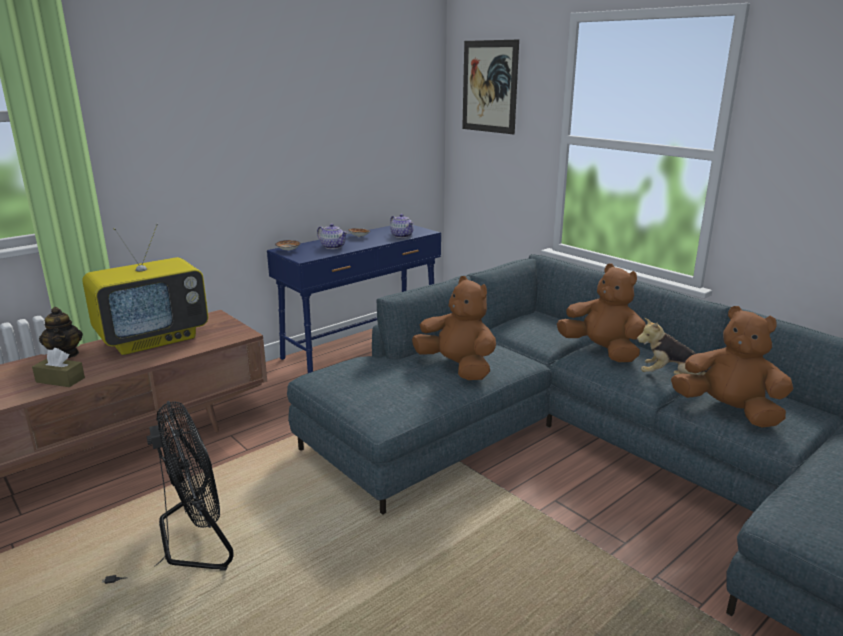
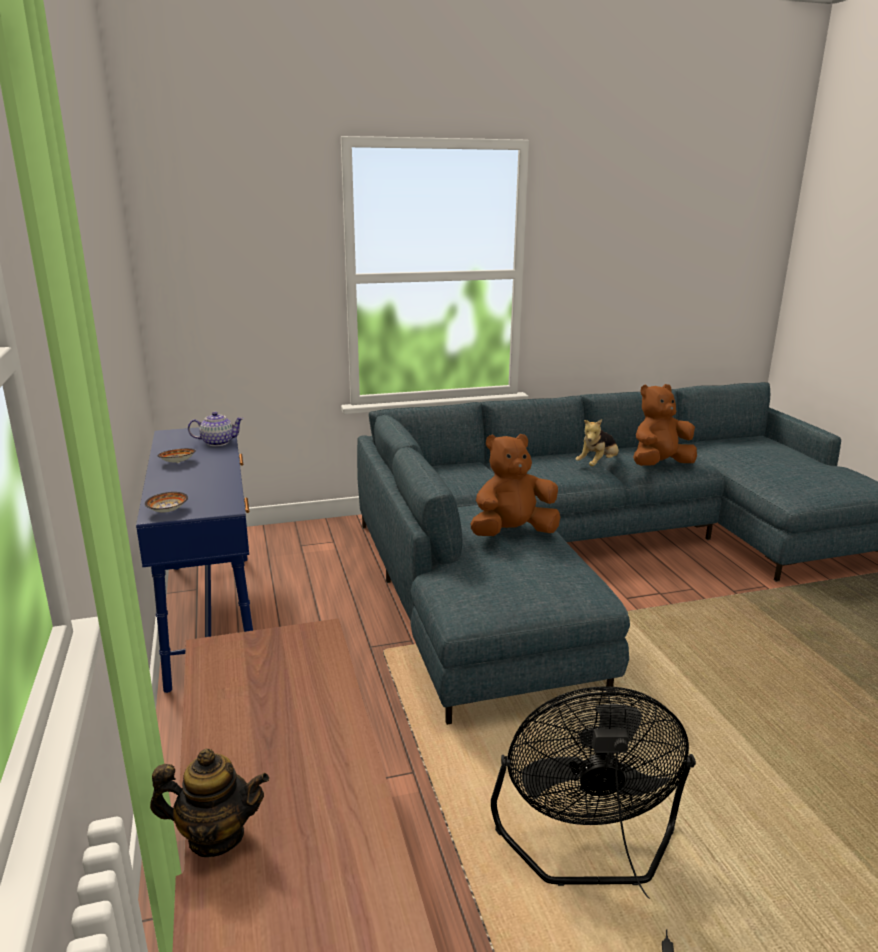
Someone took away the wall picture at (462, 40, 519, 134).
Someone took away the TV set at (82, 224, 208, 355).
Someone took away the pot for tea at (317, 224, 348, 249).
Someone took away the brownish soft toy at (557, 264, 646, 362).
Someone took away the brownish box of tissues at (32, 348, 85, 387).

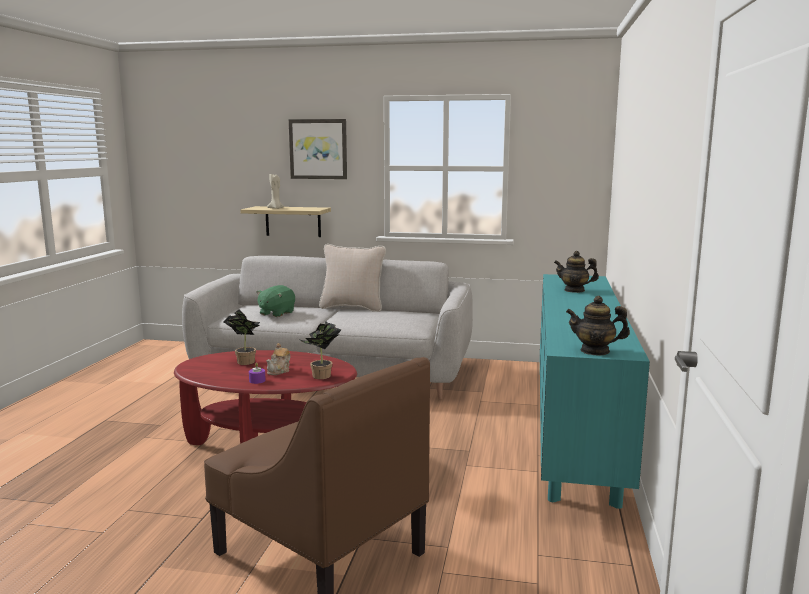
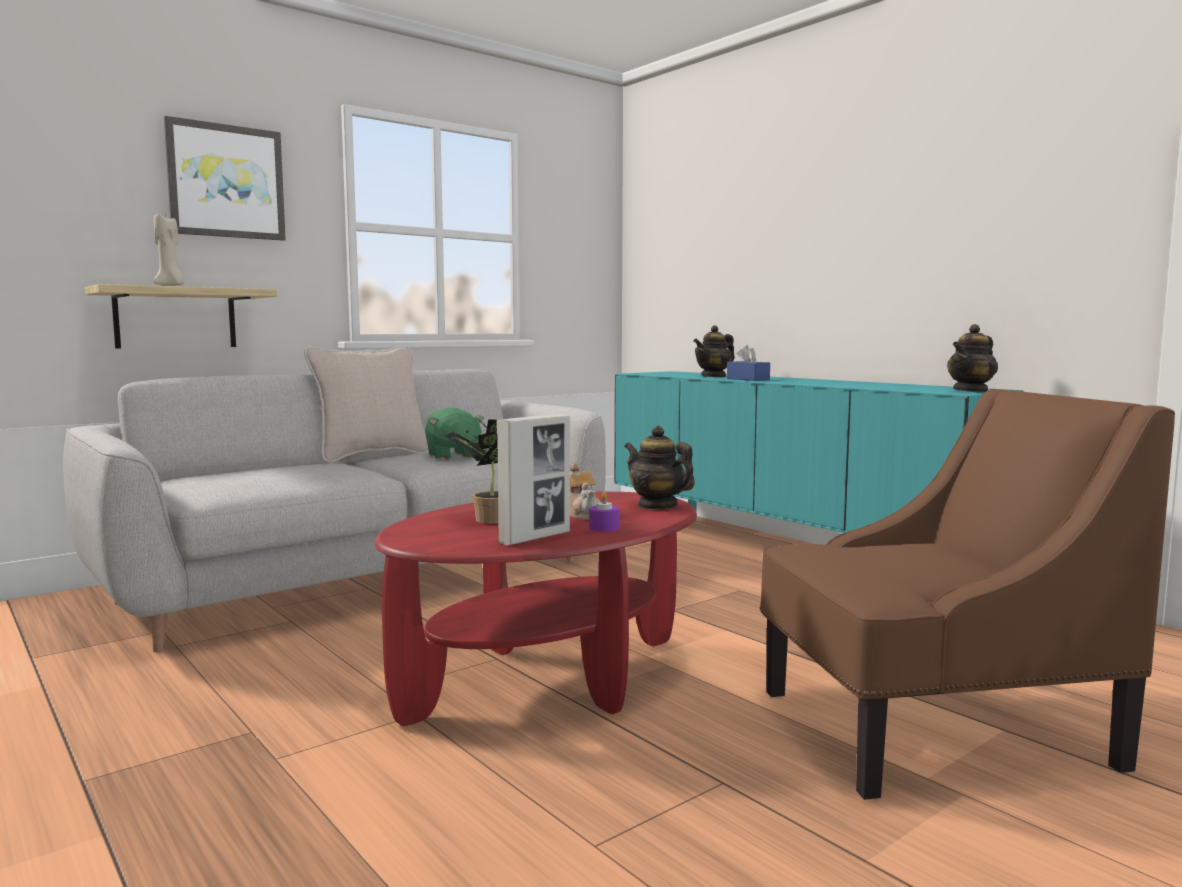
Someone carried the green-coloured soft toy from (257, 285, 295, 317) to (425, 408, 484, 460).
Someone swapped the plant in a pot at (300, 322, 341, 379) for the pot for tea at (624, 426, 695, 510).
Someone put down the blue box of tissues at (727, 345, 770, 381).
Someone put down the photo frame at (497, 414, 570, 546).

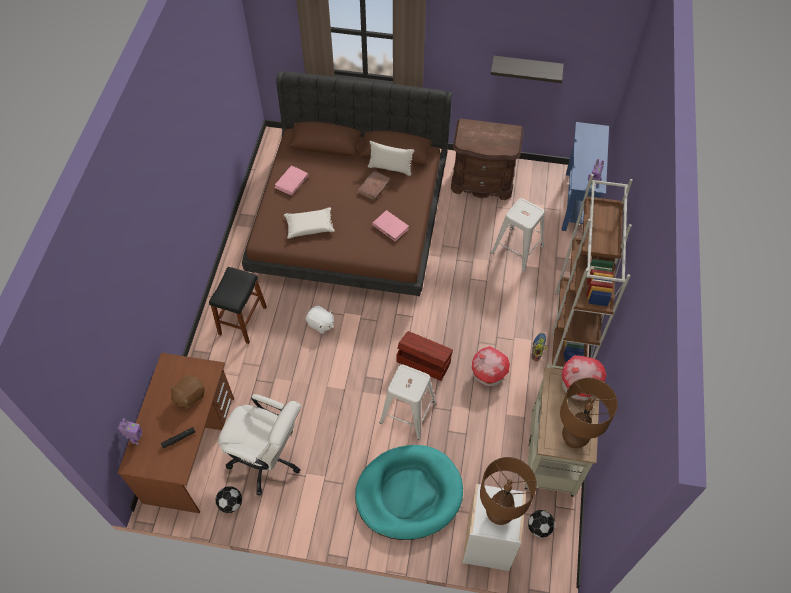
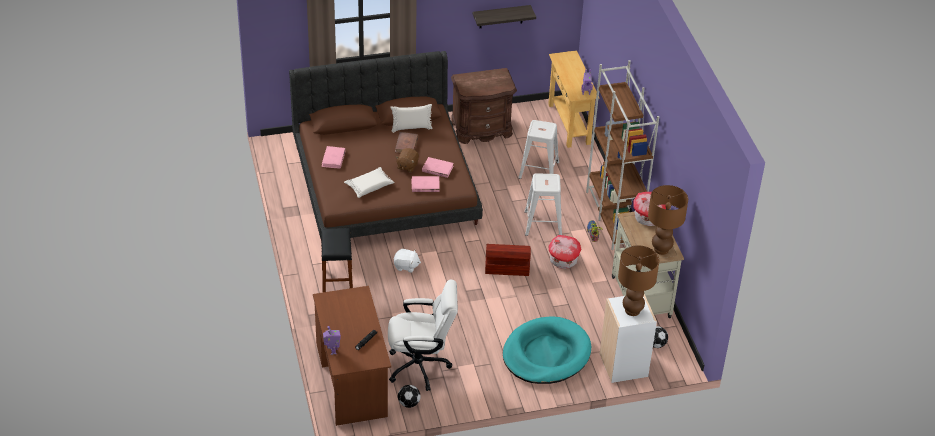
Someone repainted the blue console table at (562, 122, 609, 231), which became the beige-coloured console table at (548, 50, 599, 148).
Someone carried the white sitting stool from (379, 365, 437, 439) to (524, 173, 562, 236).
Someone carried the brownish soft toy from (170, 375, 205, 409) to (396, 148, 419, 172).
Someone put down the pink-coloured book at (411, 176, 440, 192).

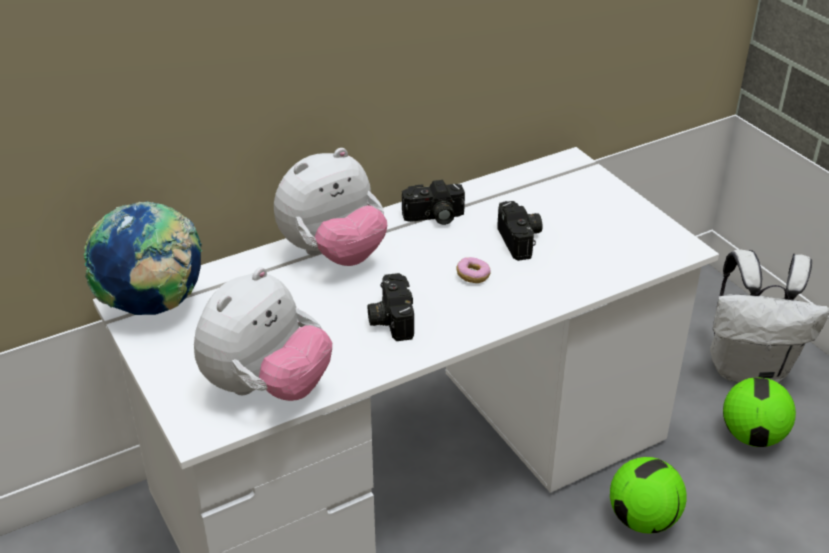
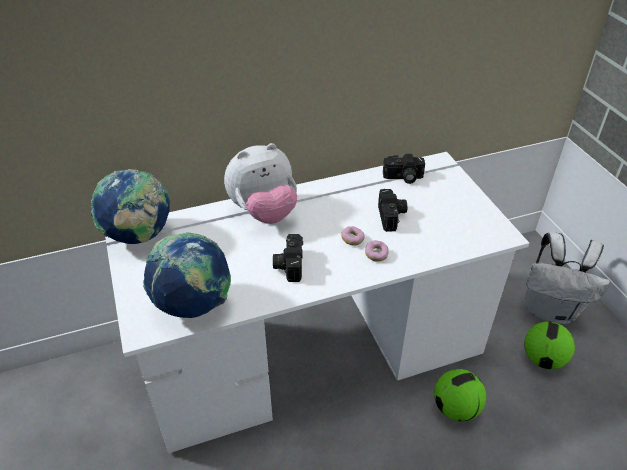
Someone carried the photo camera from (402, 180, 465, 225) to (383, 154, 425, 184).
Someone swapped the soft toy at (194, 267, 332, 401) for the world globe at (143, 232, 231, 318).
Someone put down the donut at (365, 240, 388, 262).

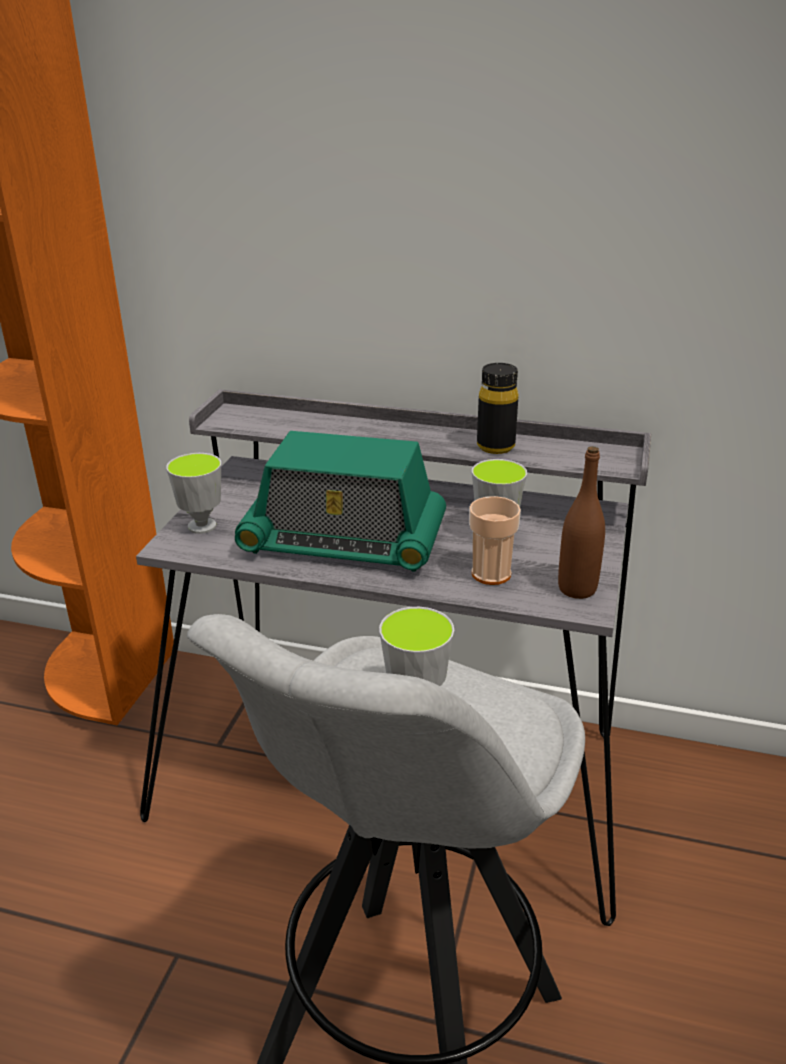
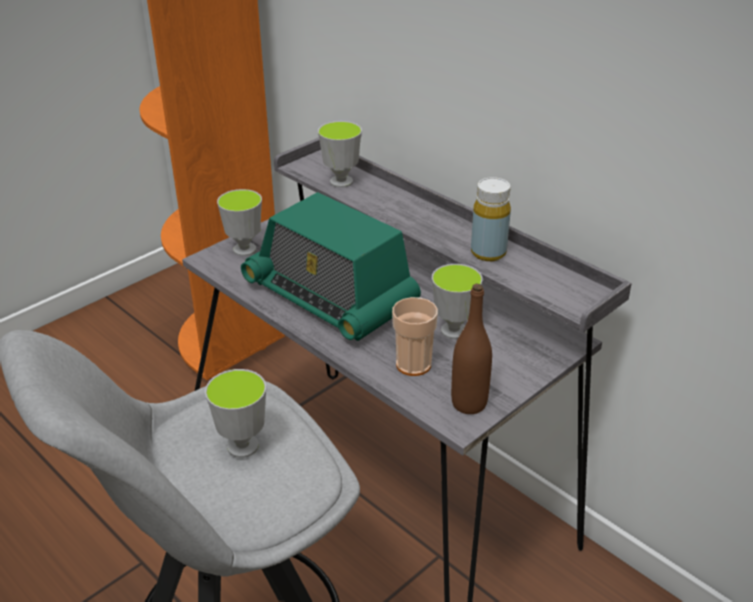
Someone repainted the black-coloured beverage bottle at (477, 363, 518, 454), which became the yellow beverage bottle at (471, 177, 511, 261).
Someone put down the drinking cup at (318, 121, 362, 188).

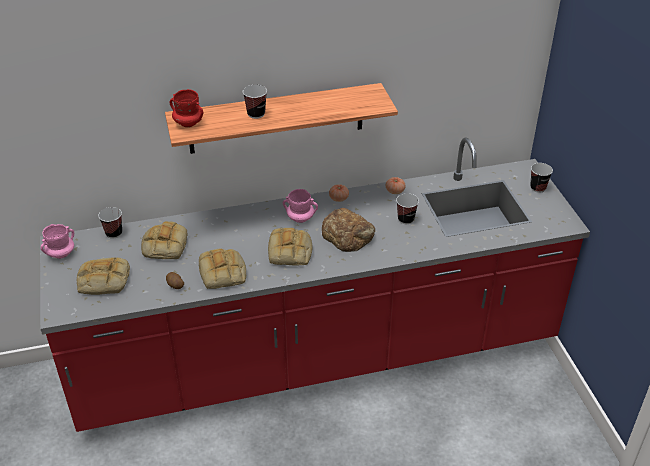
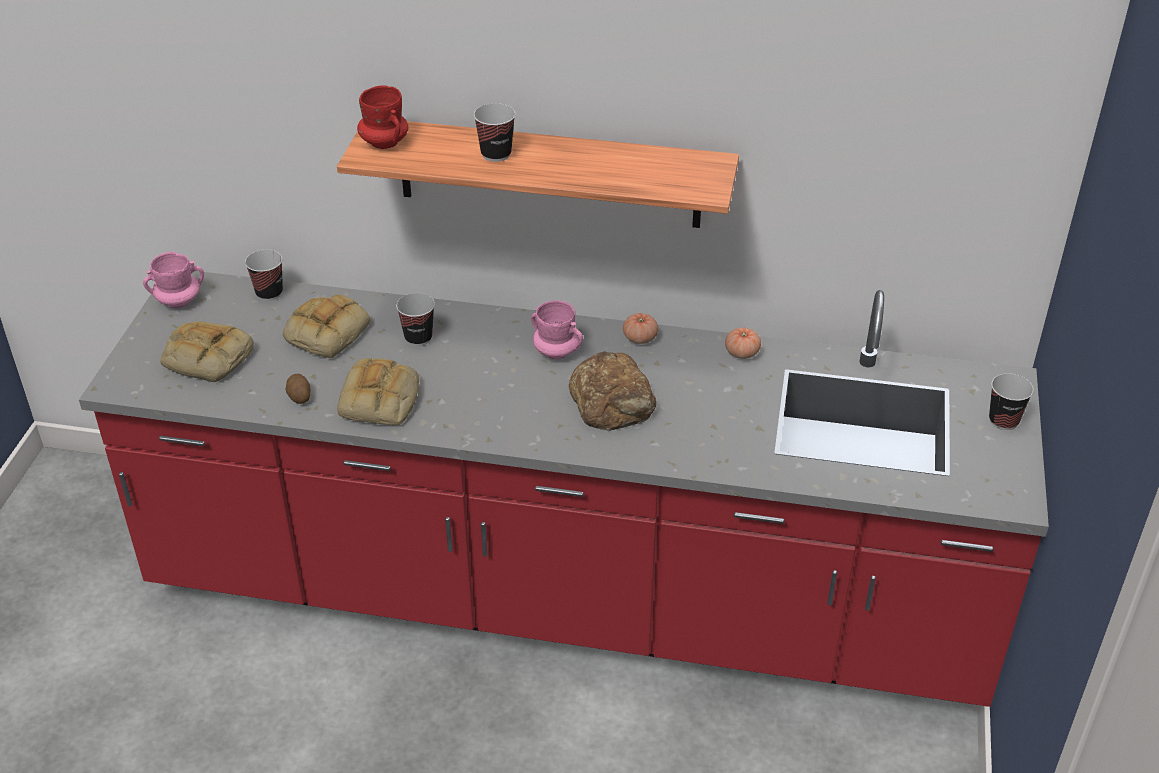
Someone carried the drinking cup from (396, 193, 419, 224) to (396, 293, 435, 346).
Someone took away the bakery bread at (268, 228, 313, 265).

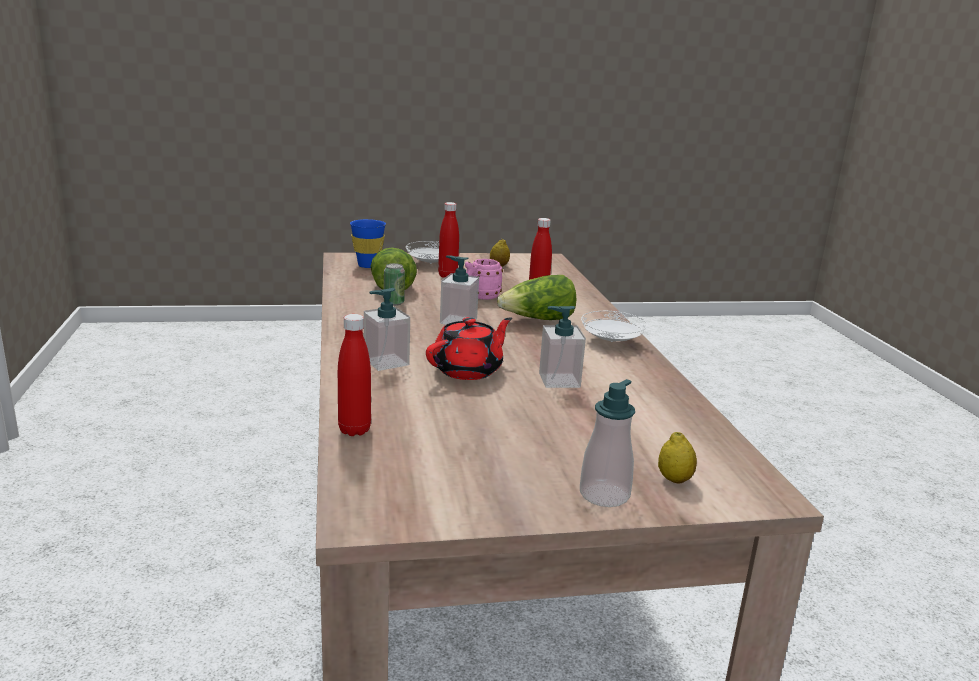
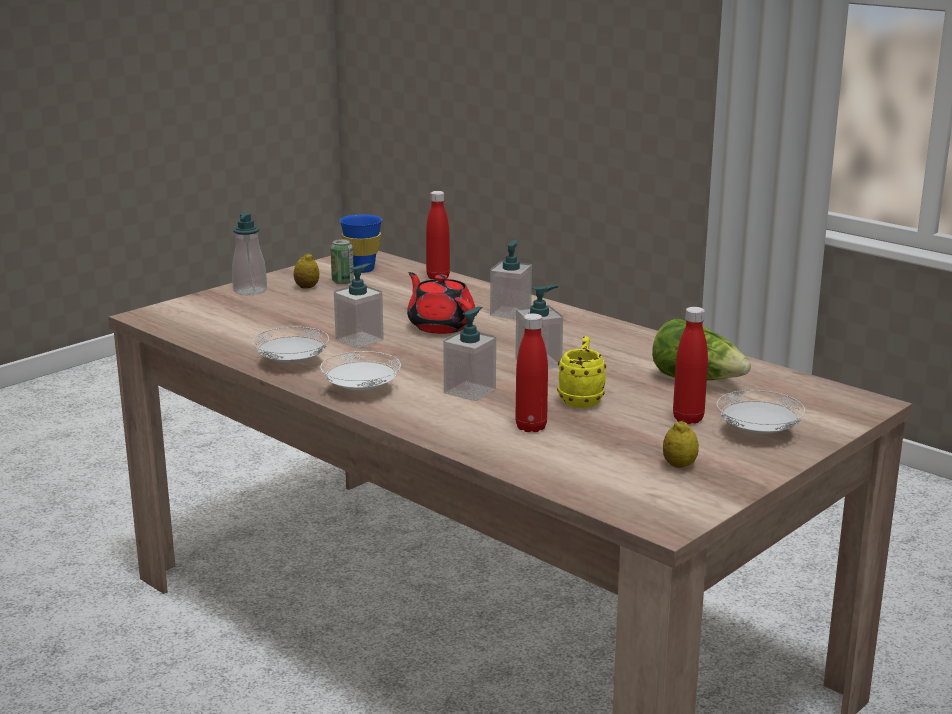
Someone carried the blue drinking cup from (350, 219, 386, 268) to (340, 214, 382, 273).
Someone repainted the pink-coloured mug at (465, 259, 503, 300), which became the yellow mug at (557, 336, 606, 408).
Someone carried the sealed can from (384, 263, 405, 306) to (331, 239, 354, 284).
Someone swapped the lettuce at (497, 275, 577, 320) for the soap dispenser at (443, 307, 496, 401).
Someone rotated the red pot for tea at (426, 317, 512, 380) by 135 degrees clockwise.
Someone carried the citrus fruit from (658, 432, 697, 484) to (294, 253, 319, 289).
Someone put down the white dinner plate at (252, 327, 329, 364).

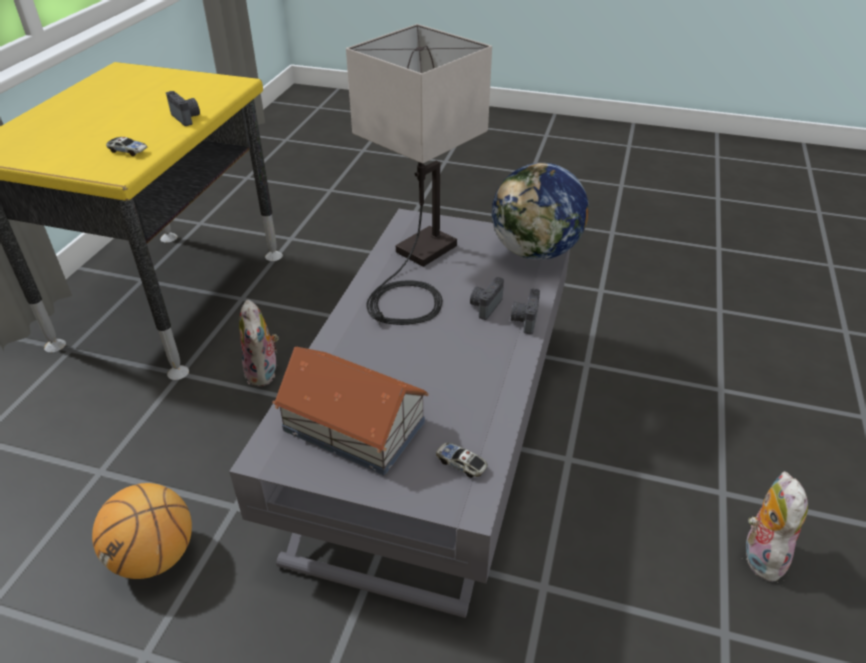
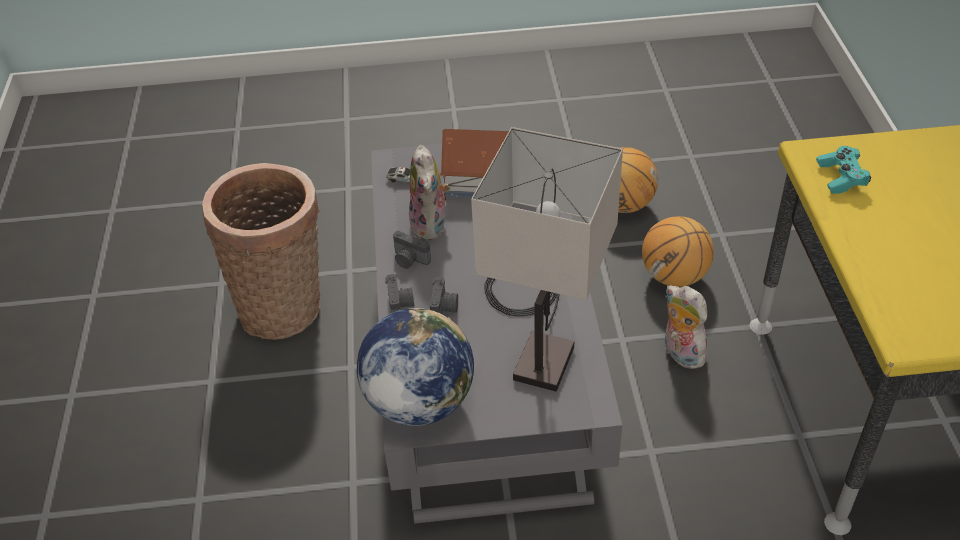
Someone carried the photo camera from (166, 91, 200, 126) to (393, 231, 431, 269).
Someone swapped the toy car at (106, 137, 147, 156) for the turquoise gamepad at (816, 146, 872, 194).
Someone carried the soft toy from (741, 471, 808, 586) to (409, 145, 450, 241).
Someone put down the household basket at (202, 163, 320, 340).
Someone put down the ball for basketball at (642, 216, 714, 287).

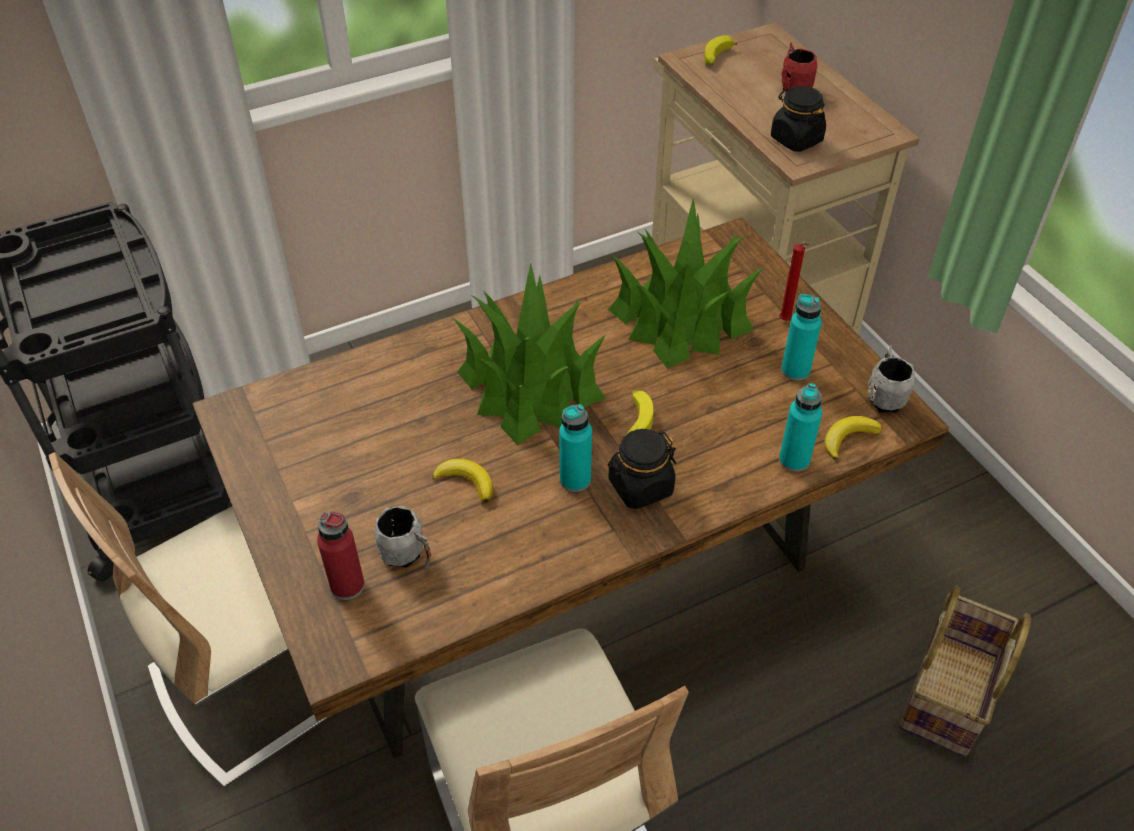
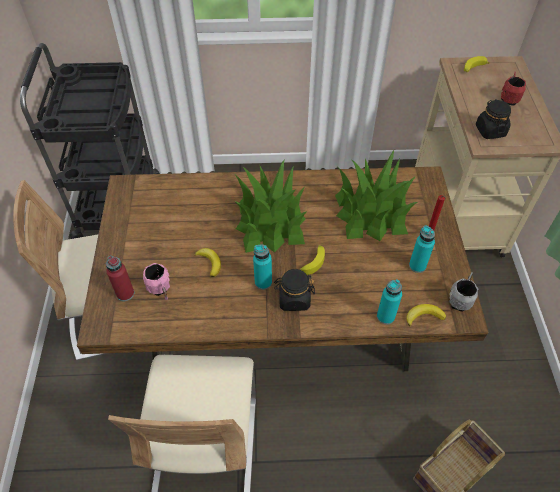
Someone repainted the grey mug at (374, 506, 431, 568), which became the pink-coloured mug at (143, 263, 170, 300).

